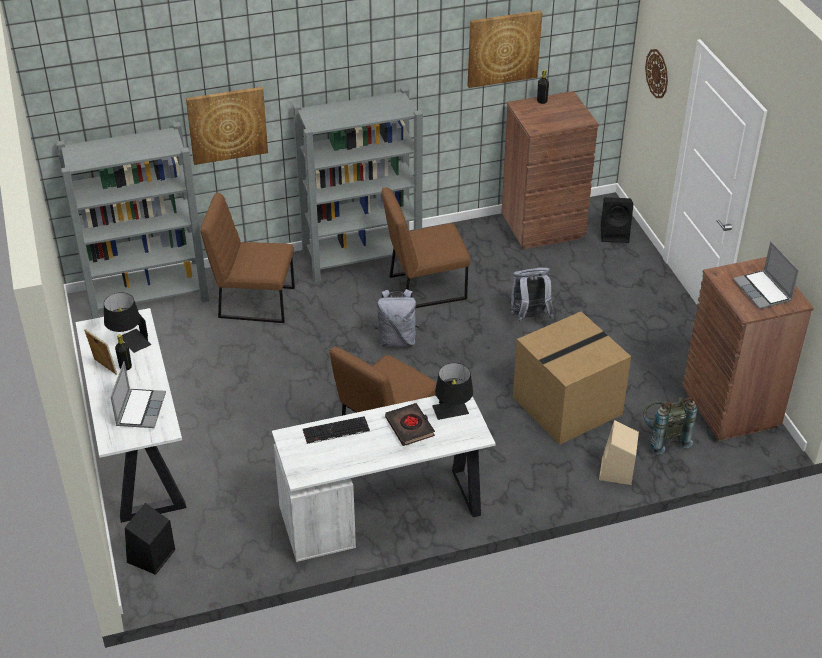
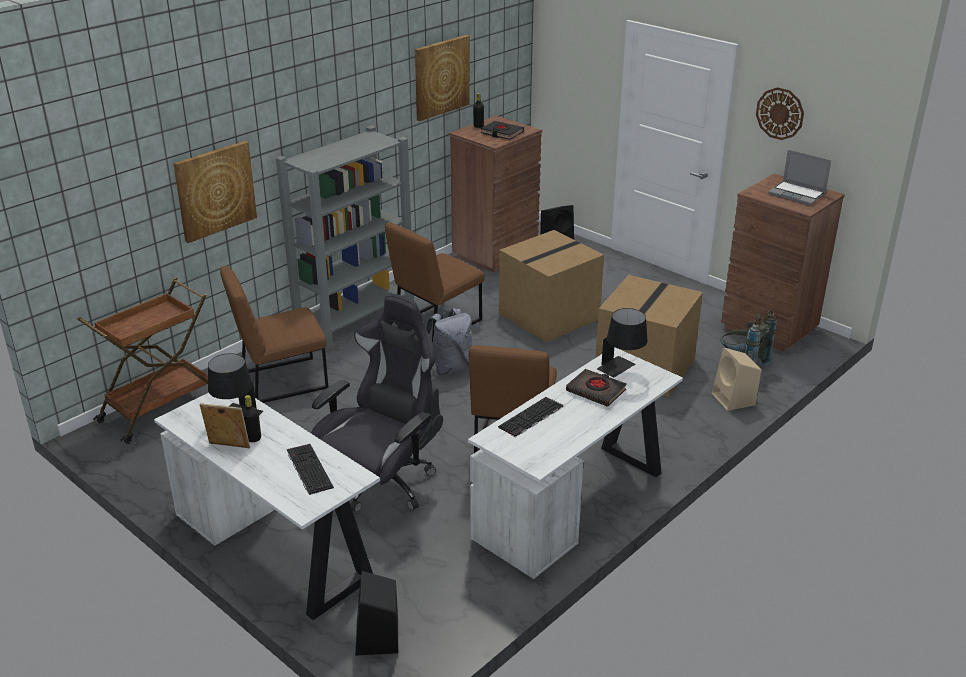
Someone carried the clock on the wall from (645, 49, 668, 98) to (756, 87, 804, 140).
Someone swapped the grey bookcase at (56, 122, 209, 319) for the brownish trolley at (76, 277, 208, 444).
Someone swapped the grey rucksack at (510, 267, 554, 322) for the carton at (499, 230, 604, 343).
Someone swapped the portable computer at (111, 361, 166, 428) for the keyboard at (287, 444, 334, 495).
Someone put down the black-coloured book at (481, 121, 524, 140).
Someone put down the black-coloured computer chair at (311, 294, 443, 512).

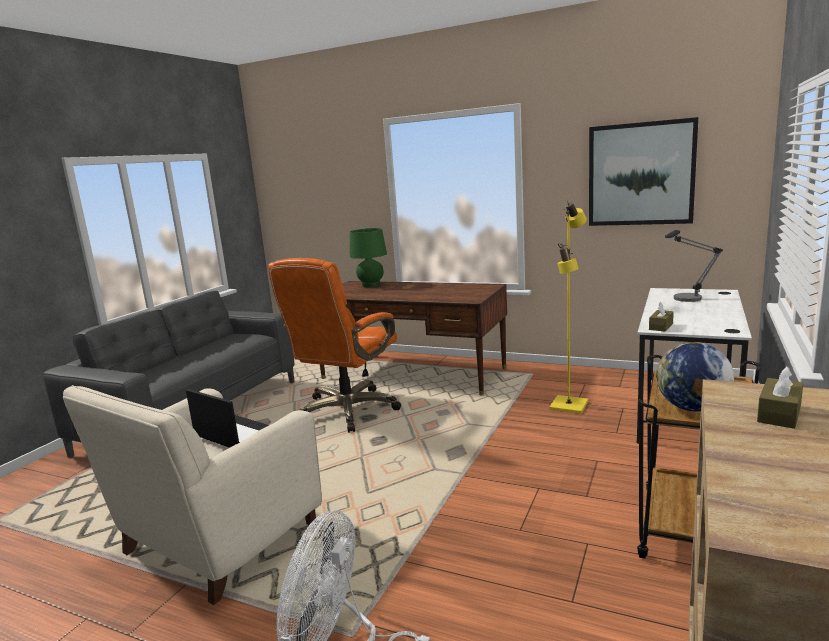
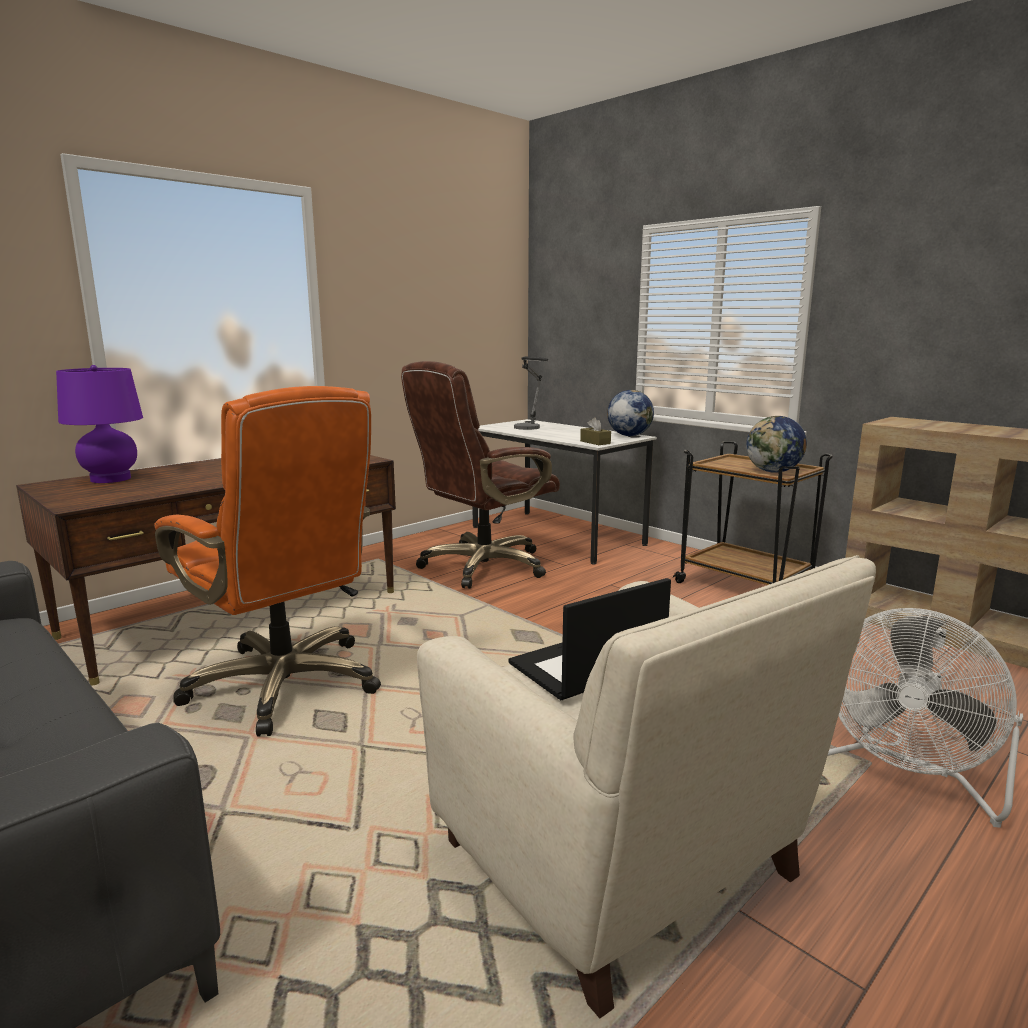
Someone took away the wall picture at (589, 117, 698, 226).
Someone swapped the yellow floor lamp at (549, 201, 588, 414) for the brownish computer chair at (401, 361, 560, 589).
Someone repainted the green-coloured table lamp at (350, 228, 387, 287), which became the purple-coloured table lamp at (56, 365, 143, 483).
Someone took away the brownish box of tissues at (757, 366, 803, 429).
Someone put down the world globe at (607, 390, 654, 436).

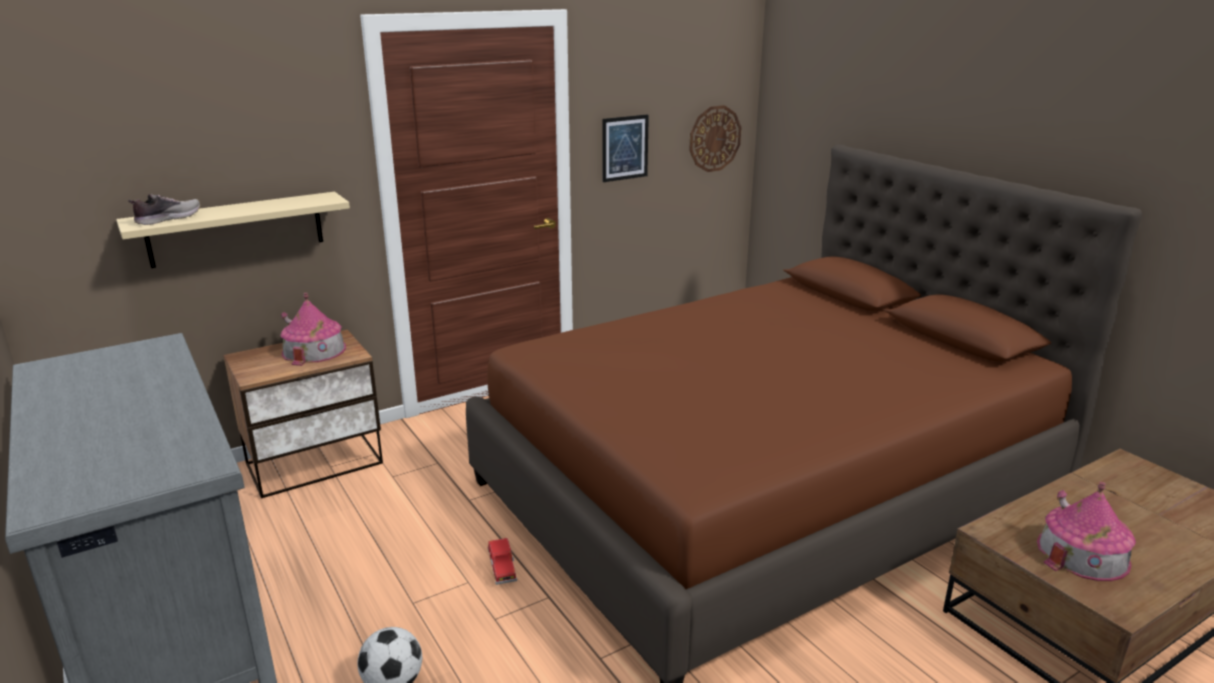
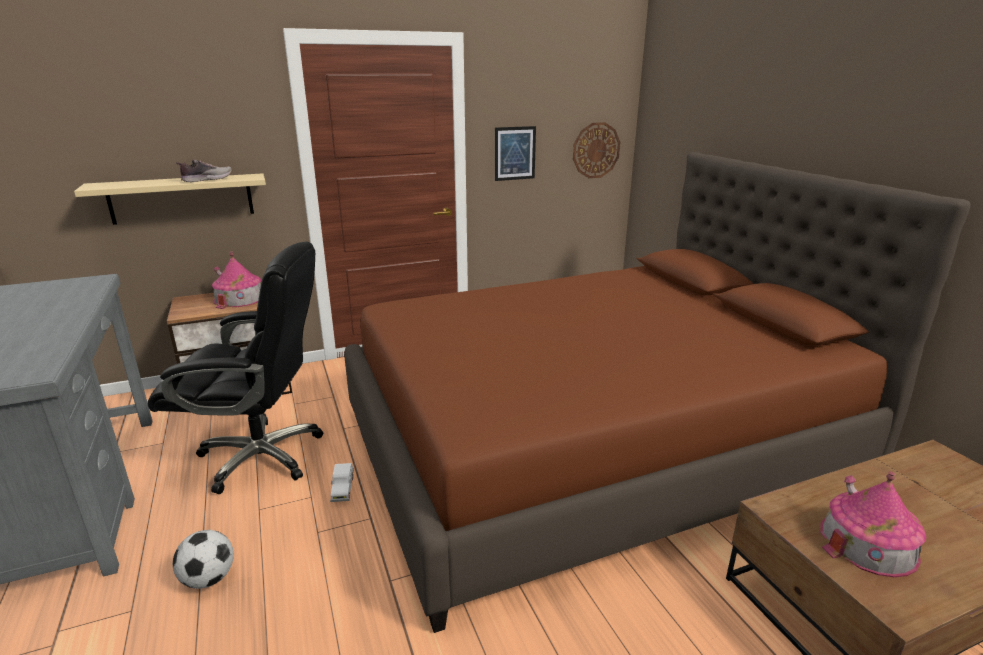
Someone carried the shoe from (128, 194, 201, 225) to (176, 159, 232, 182).
Someone repainted the red toy car at (488, 538, 517, 585), which became the white toy car at (330, 463, 354, 502).
Someone put down the black-coloured computer chair at (148, 242, 324, 494).

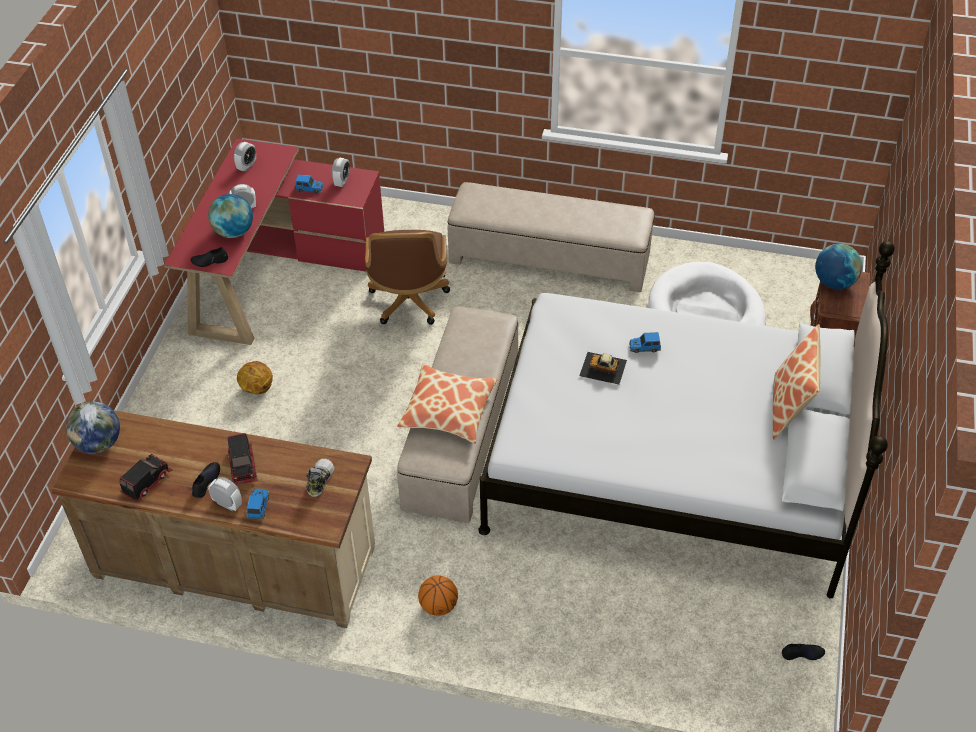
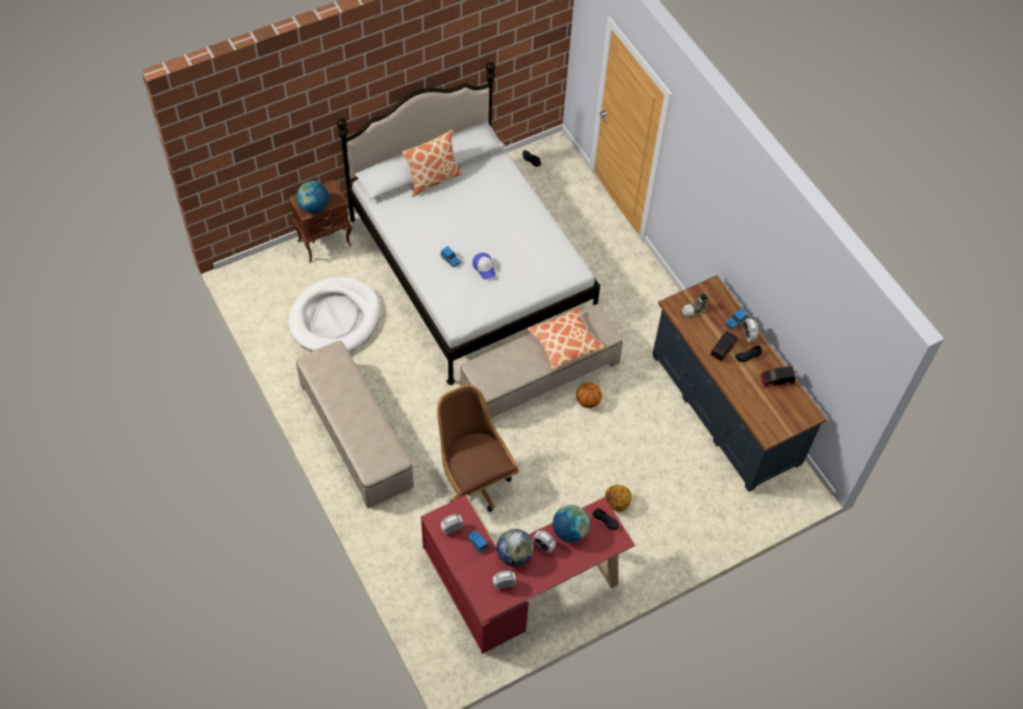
Someone rotated the brownish computer chair at (365, 230, 450, 325) by 75 degrees counterclockwise.
Someone swapped the toy car at (579, 352, 627, 385) for the peaked cap at (472, 253, 496, 280).
Someone carried the world globe from (66, 402, 120, 454) to (497, 529, 534, 567).
Someone repainted the beige-coloured drawer chest at (51, 410, 375, 628), which became the blue drawer chest at (653, 275, 827, 492).
Someone carried the ball for basketball from (418, 575, 458, 616) to (576, 382, 602, 408).

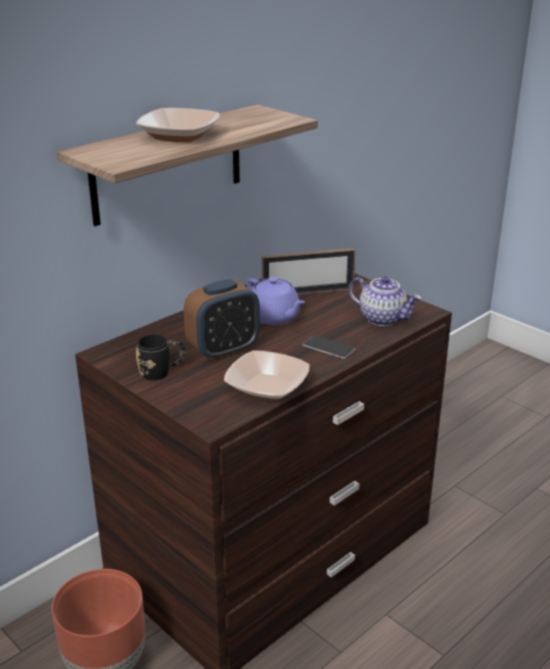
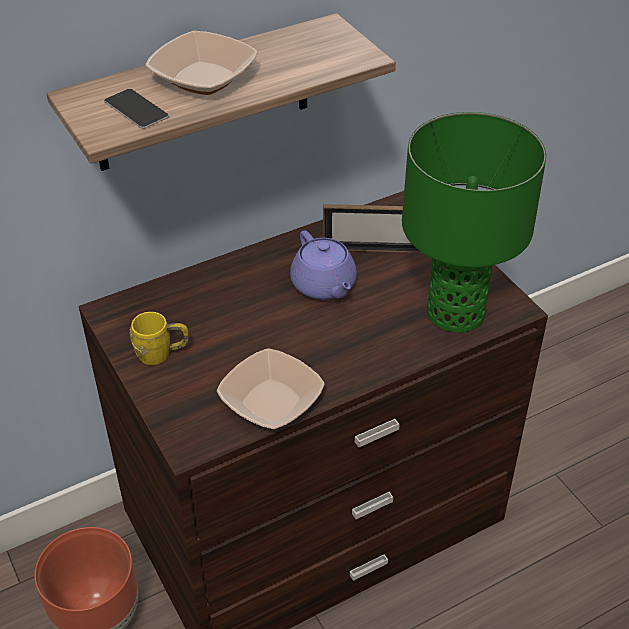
Someone swapped the pot for tea at (349, 276, 421, 326) for the green-coloured table lamp at (402, 112, 546, 332).
Someone took away the alarm clock at (184, 279, 260, 361).
Someone repainted the black-coloured mug at (136, 334, 185, 380), which became the yellow mug at (130, 312, 188, 365).
Someone carried the handset from (303, 335, 355, 359) to (104, 89, 169, 129).

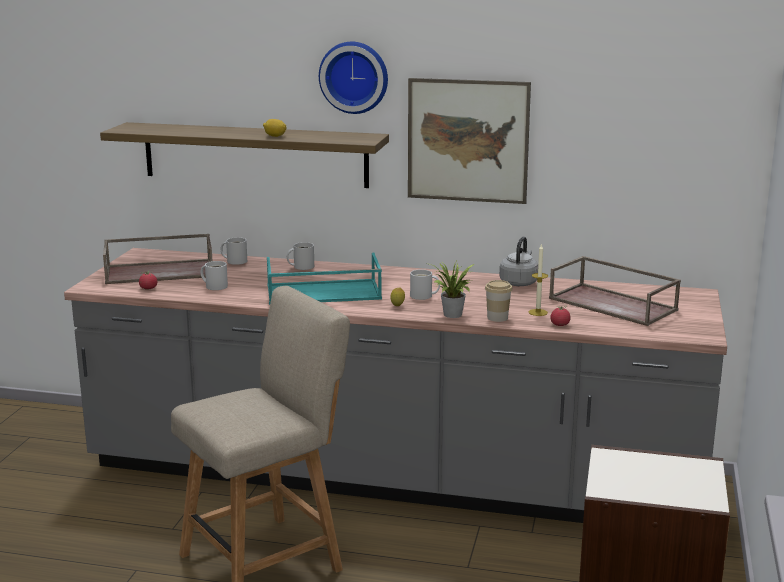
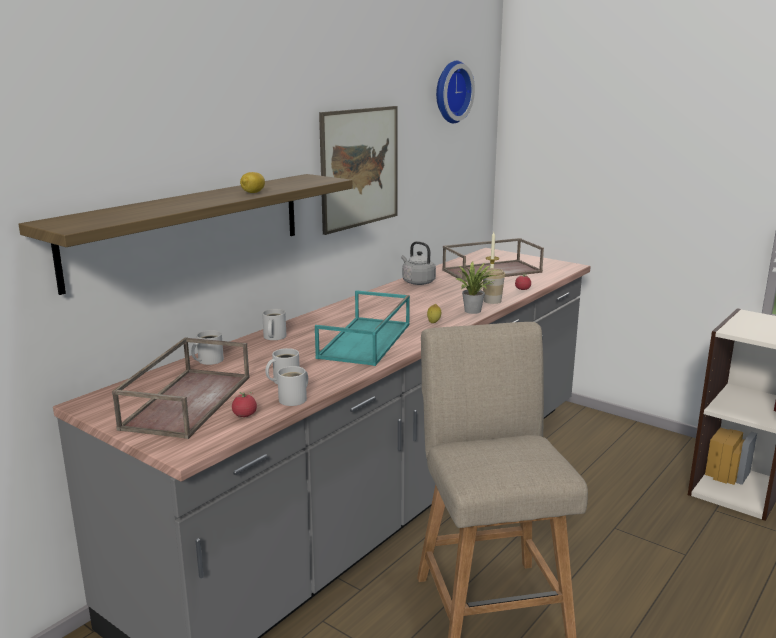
Someone carried the clock on the wall from (319, 42, 388, 114) to (436, 61, 475, 123).
Someone carried the white mug from (410, 269, 440, 300) to (277, 366, 308, 406).

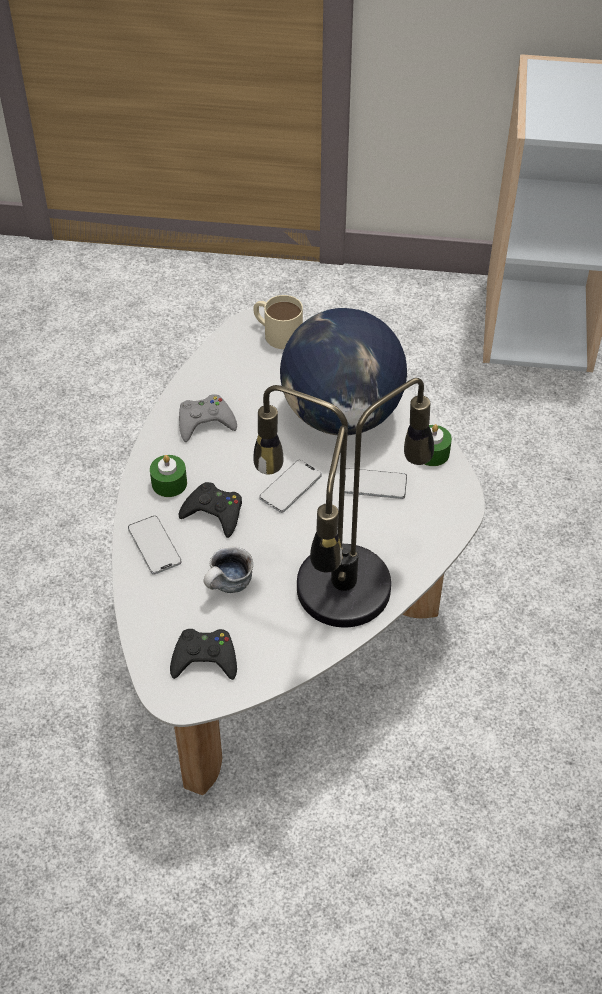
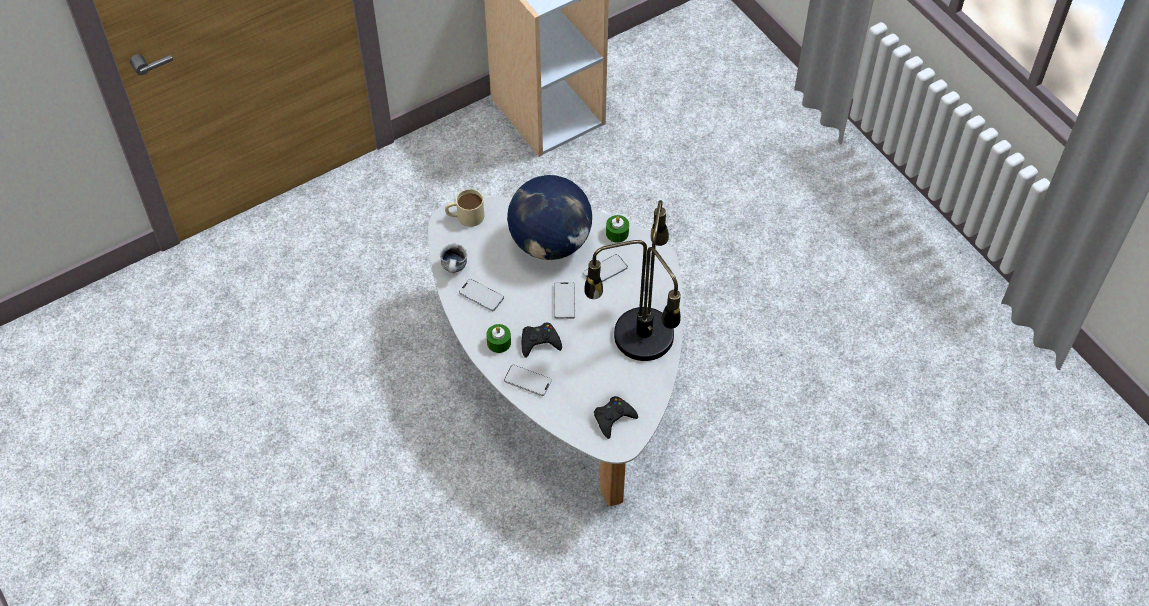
Someone swapped the grey gamepad at (179, 394, 237, 442) for the handset at (459, 279, 504, 311).
Someone carried the mug from (203, 546, 253, 593) to (440, 244, 467, 273).

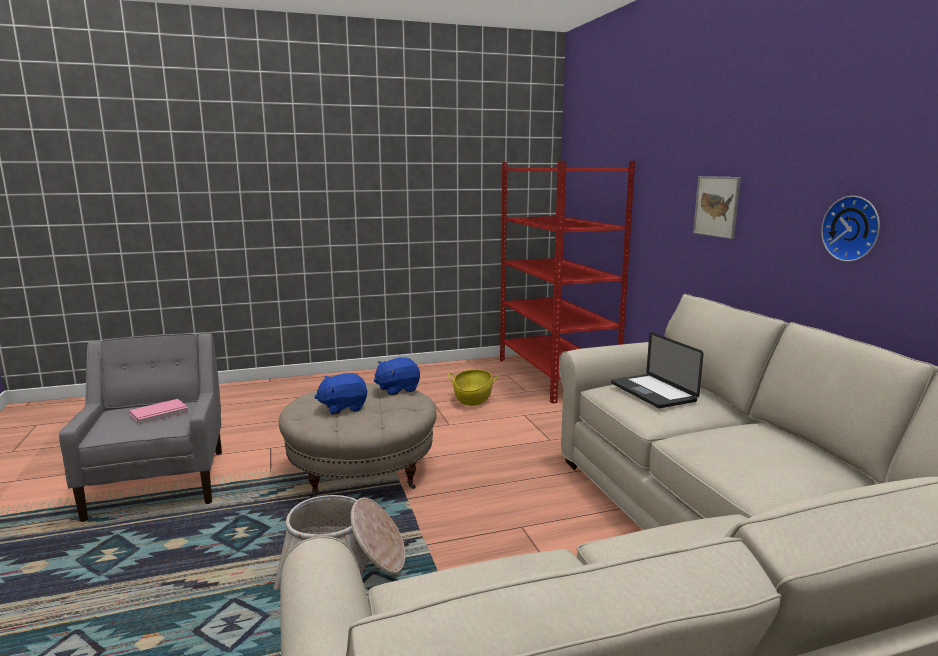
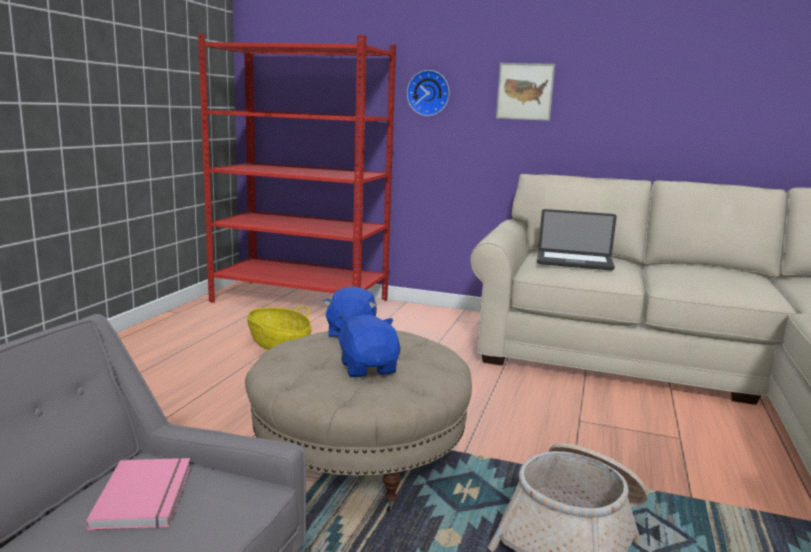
Someone carried the clock on the wall from (821, 196, 880, 262) to (407, 70, 449, 116).
Someone rotated the blue soft toy at (314, 373, 367, 415) by 150 degrees clockwise.

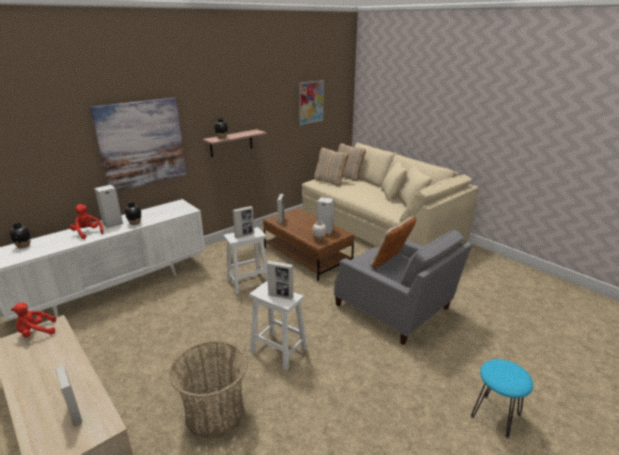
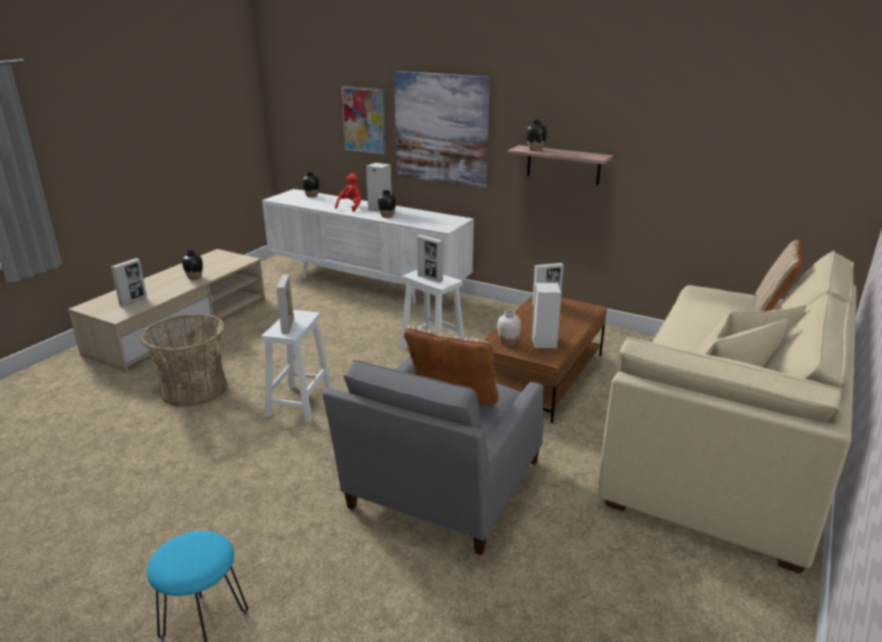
Someone carried the wall picture from (299, 80, 324, 125) to (341, 86, 386, 155).
Someone took away the beige-coloured throw pillow at (314, 147, 348, 186).
Someone took away the red soft toy at (11, 303, 56, 337).
Someone put down the black-coloured vase at (182, 251, 203, 280).

